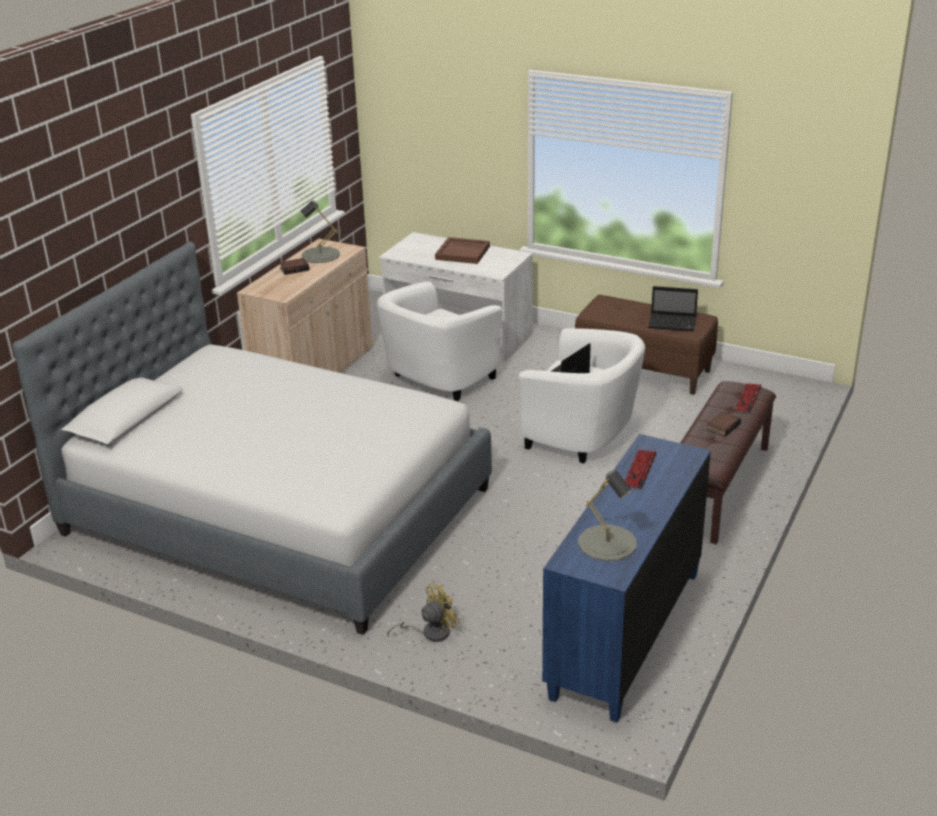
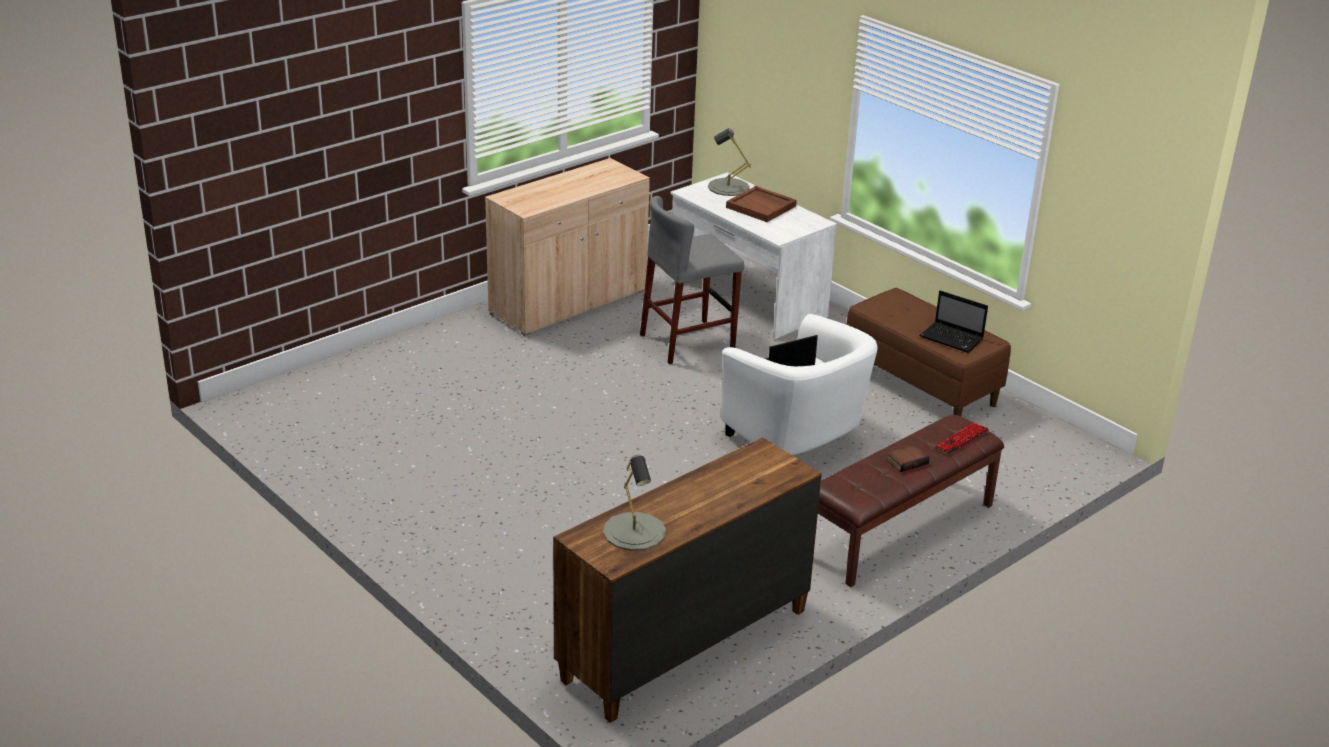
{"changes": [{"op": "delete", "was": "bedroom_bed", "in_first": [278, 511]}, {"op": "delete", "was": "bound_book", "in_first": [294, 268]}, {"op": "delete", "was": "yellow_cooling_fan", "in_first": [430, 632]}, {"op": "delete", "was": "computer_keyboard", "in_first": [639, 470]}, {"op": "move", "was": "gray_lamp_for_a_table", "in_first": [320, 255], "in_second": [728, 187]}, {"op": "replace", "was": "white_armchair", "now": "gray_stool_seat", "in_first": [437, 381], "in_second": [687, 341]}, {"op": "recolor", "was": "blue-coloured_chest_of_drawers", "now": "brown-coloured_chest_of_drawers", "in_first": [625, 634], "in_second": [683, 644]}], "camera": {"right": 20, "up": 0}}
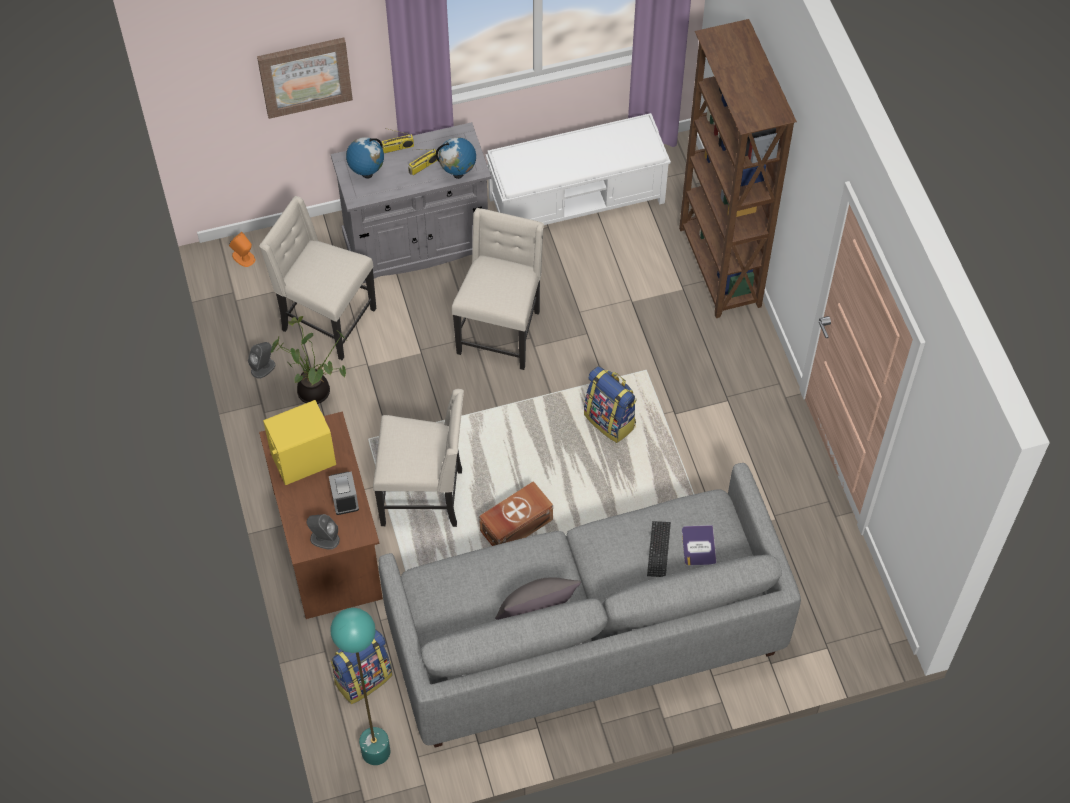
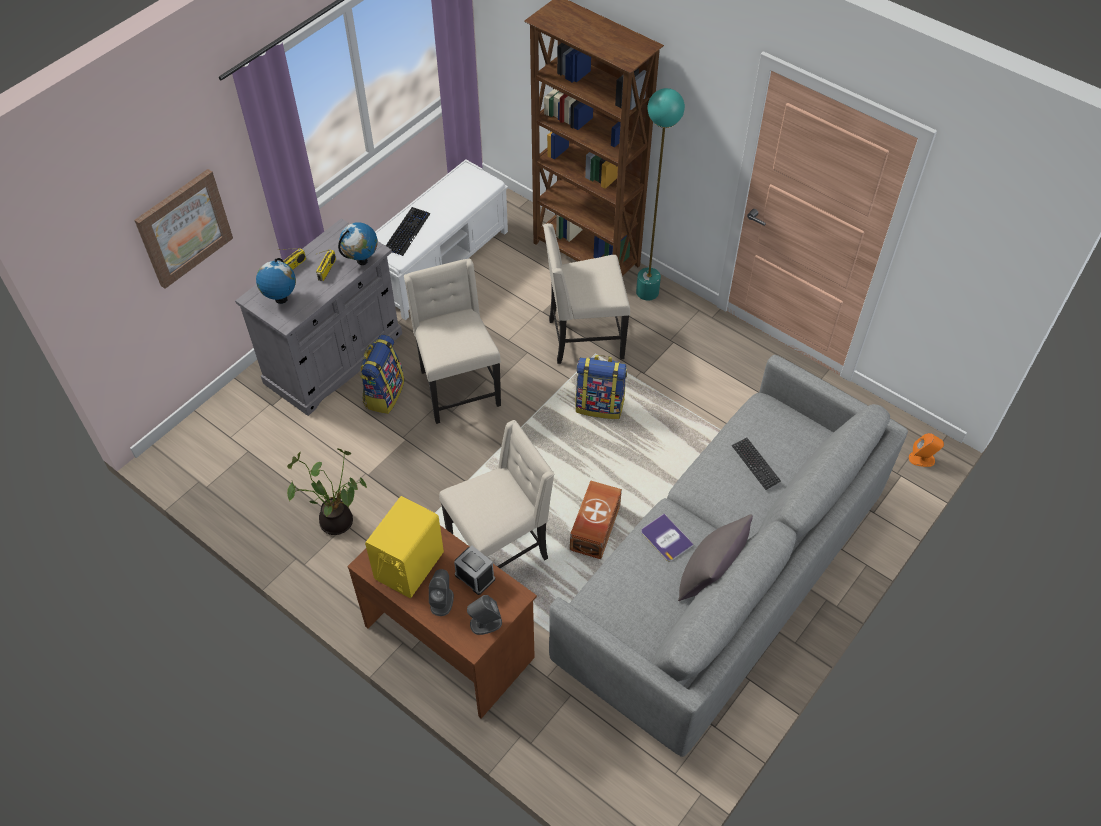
{"changes": [{"op": "insert", "now": "computer_keyboard", "in_second": [407, 232]}, {"op": "move", "was": "orange_loudspeaker", "in_first": [244, 257], "in_second": [922, 459]}, {"op": "move", "was": "gray_loudspeaker", "in_first": [263, 367], "in_second": [442, 601]}, {"op": "move", "was": "beige_upright_chair", "in_first": [326, 320], "in_second": [583, 338]}, {"op": "move", "was": "turquoise-coloured_standing_lamp", "in_first": [375, 752], "in_second": [647, 292]}, {"op": "move", "was": "knapsack", "in_first": [363, 678], "in_second": [384, 394]}, {"op": "move", "was": "bound_book", "in_first": [698, 546], "in_second": [666, 538]}], "camera": {"right": -35, "up": -5}}
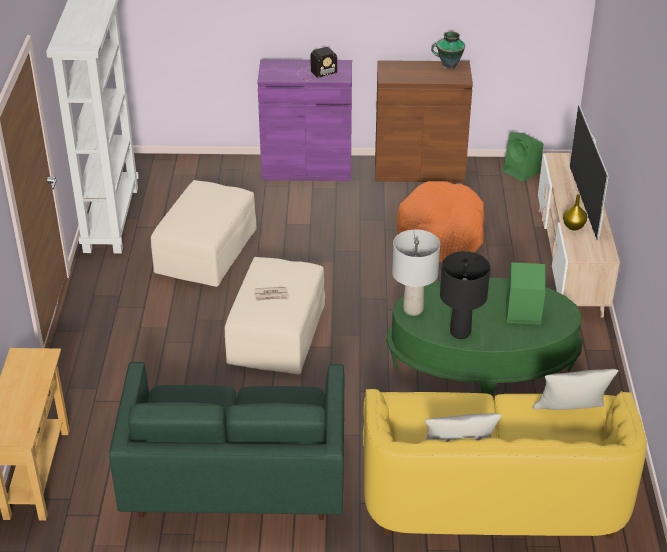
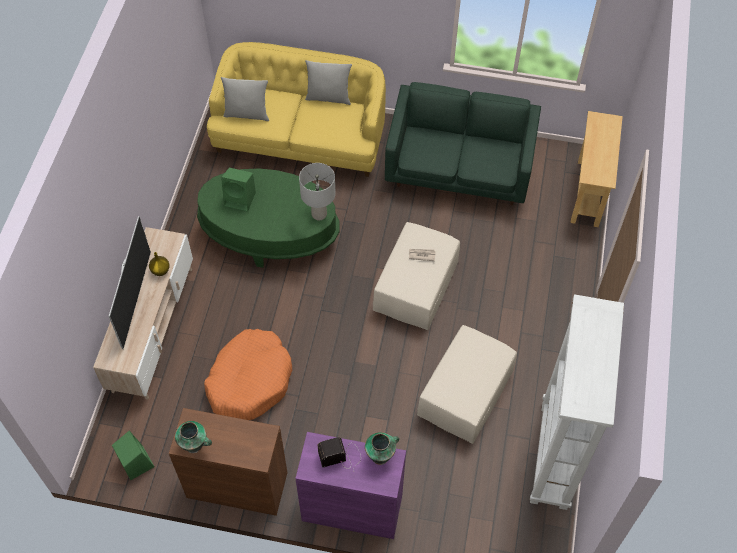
{"changes": [{"op": "delete", "was": "black_lamp_for_a_table", "in_first": [460, 332]}, {"op": "insert", "now": "flower_vase", "in_second": [381, 456]}], "camera": {"right": -170, "up": 20}}
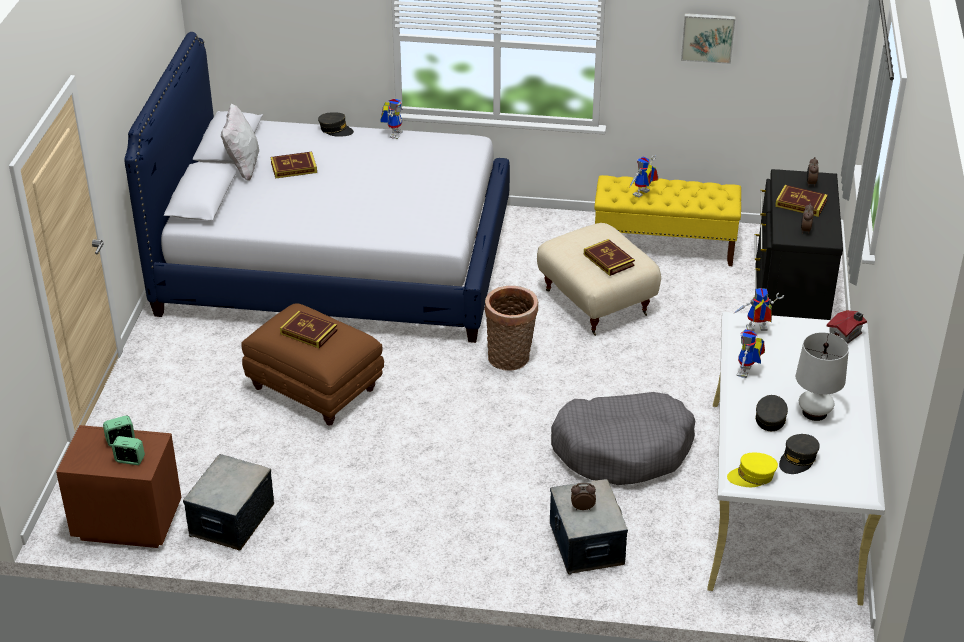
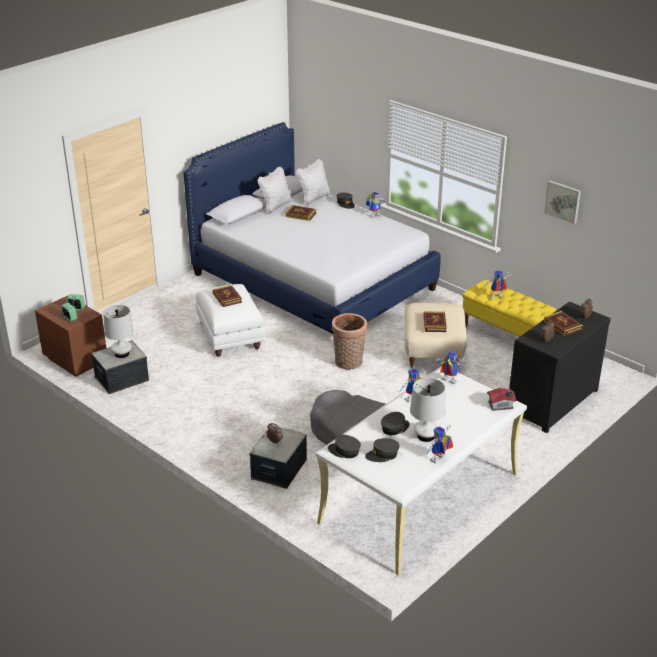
{"changes": [{"op": "insert", "now": "white_lamp_for_a_table", "in_second": [122, 354]}, {"op": "insert", "now": "white_cushion", "in_second": [313, 198]}, {"op": "insert", "now": "toy_robot", "in_second": [438, 460]}, {"op": "recolor", "was": "brown-coloured_pouffe", "now": "white_pouffe", "in_first": [316, 390], "in_second": [231, 337]}, {"op": "recolor", "was": "yellow_cap", "now": "gray_cap", "in_first": [752, 476], "in_second": [344, 451]}], "camera": {"right": 35, "up": -5}}
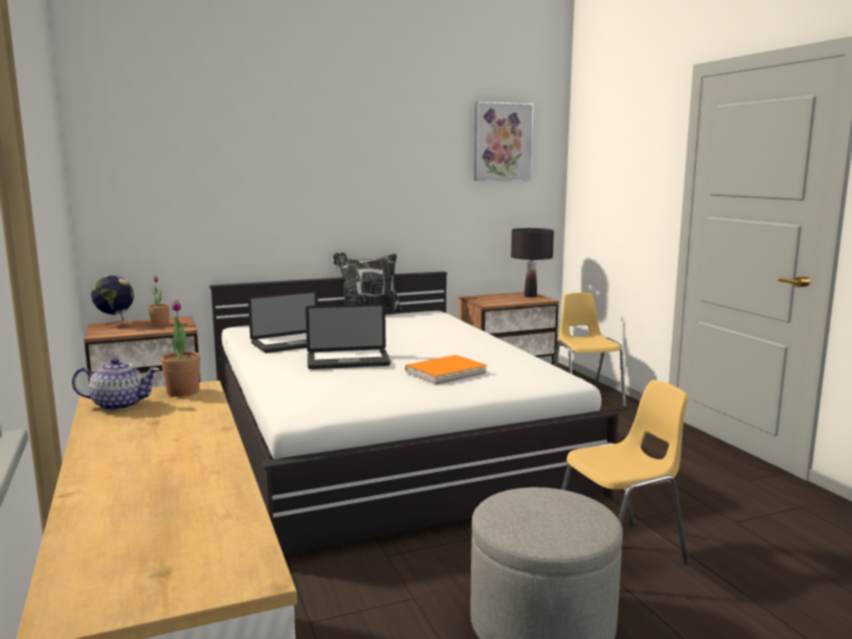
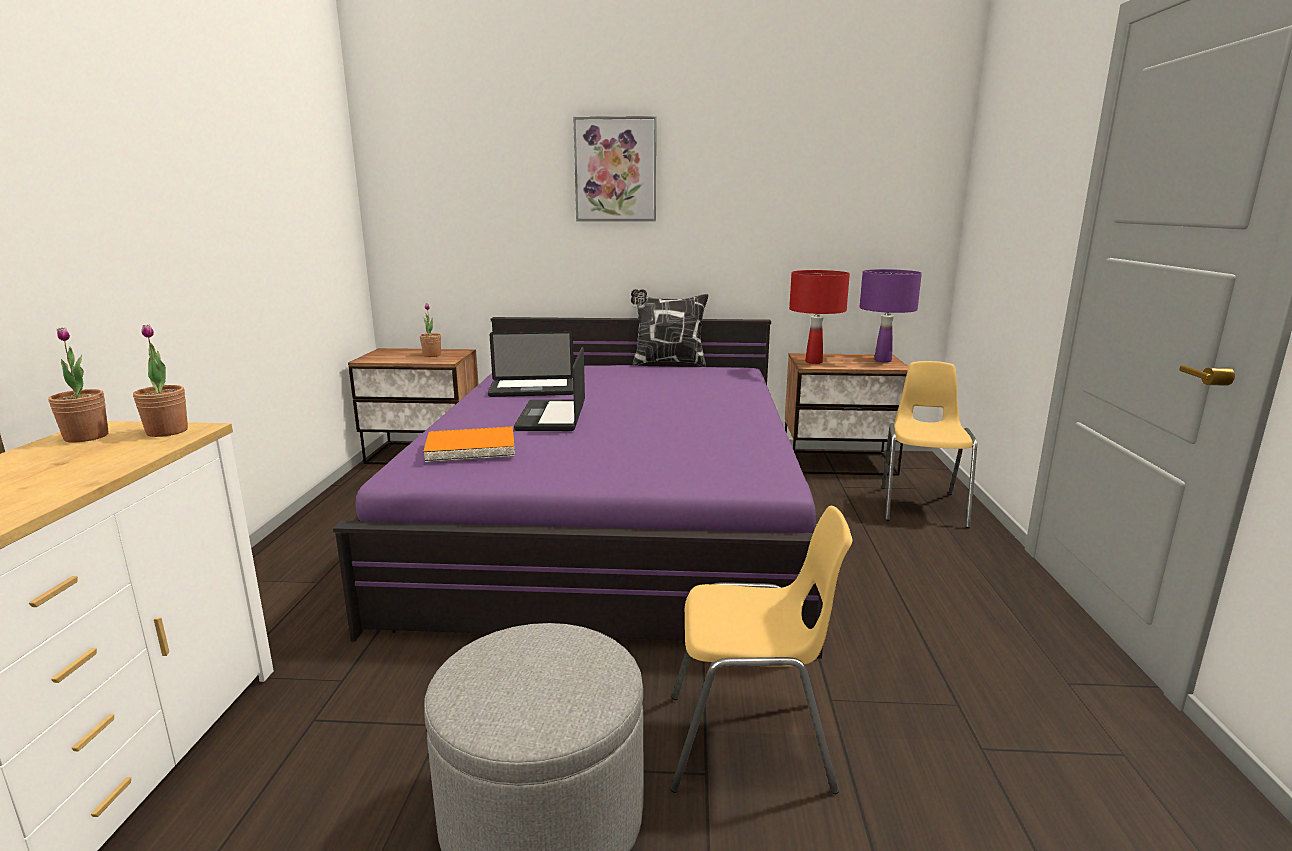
{"changes": [{"op": "delete", "was": "world_globe", "in_first": [115, 324]}, {"op": "insert", "now": "reddish_lamp_for_a_table", "in_second": [813, 362]}, {"op": "move", "was": "orange_bound_book", "in_first": [445, 373], "in_second": [471, 448]}, {"op": "move", "was": "wall_art", "in_first": [502, 142], "in_second": [615, 170]}, {"op": "replace", "was": "tea_pot", "now": "houseplant", "in_first": [119, 405], "in_second": [86, 437]}, {"op": "recolor", "was": "white_bedroom_bed", "now": "purplish_bedroom_bed", "in_first": [383, 443], "in_second": [614, 518]}, {"op": "recolor", "was": "black_lamp_for_a_table", "now": "purplish_lamp_for_a_table", "in_first": [530, 296], "in_second": [883, 360]}, {"op": "rotate", "was": "laptop", "in_first": [348, 361], "in_second": [552, 417], "clockwise": 75}], "camera": {"right": 25, "up": 5}}
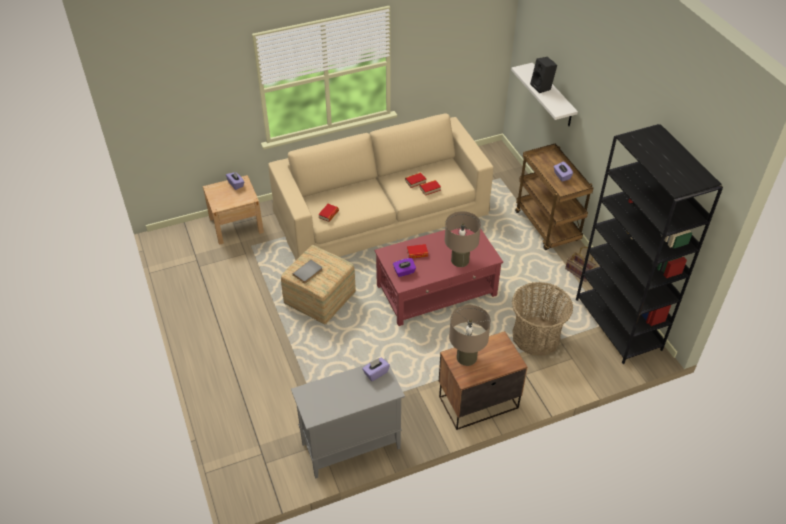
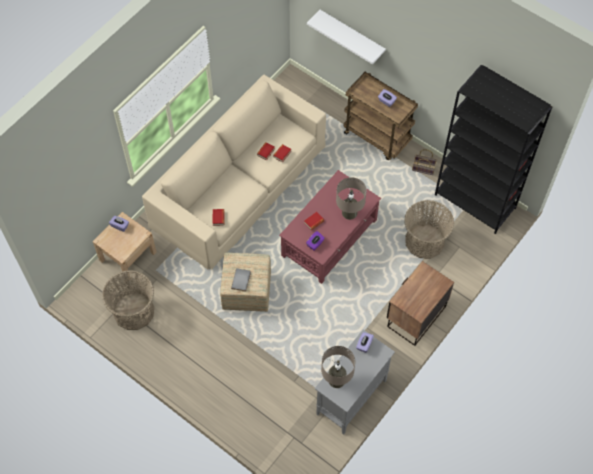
{"changes": [{"op": "delete", "was": "black_loudspeaker", "in_first": [542, 87]}, {"op": "insert", "now": "household_basket", "in_second": [133, 311]}, {"op": "move", "was": "beige_lamp_for_a_table", "in_first": [466, 357], "in_second": [336, 379]}], "camera": {"right": -30, "up": 15}}
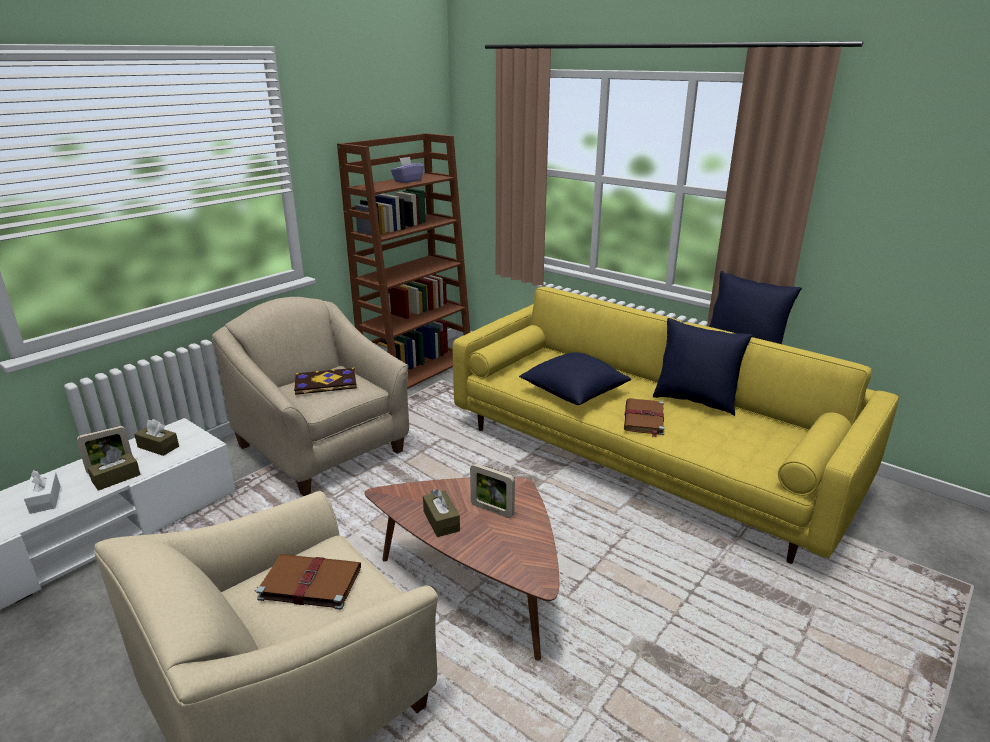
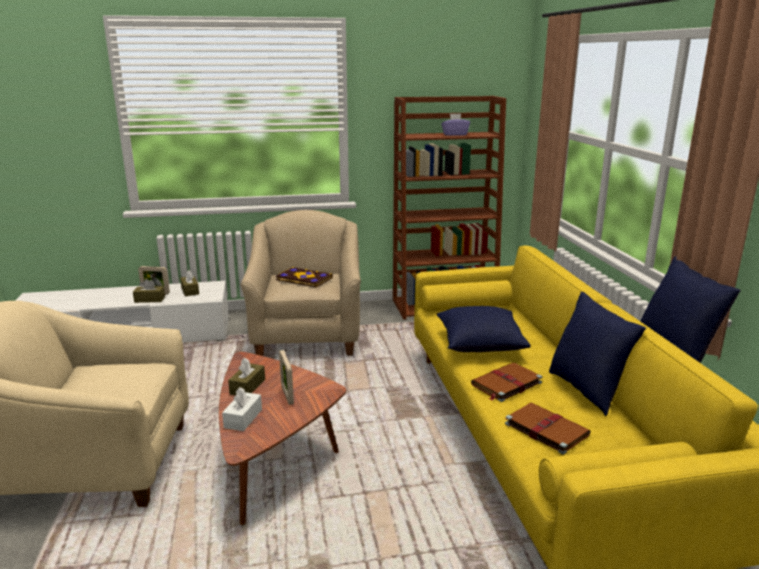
{"changes": [{"op": "move", "was": "white_tissue_box", "in_first": [45, 499], "in_second": [243, 418]}, {"op": "move", "was": "brown-coloured_bound_book", "in_first": [308, 583], "in_second": [545, 429]}], "camera": {"right": 40, "up": -5}}
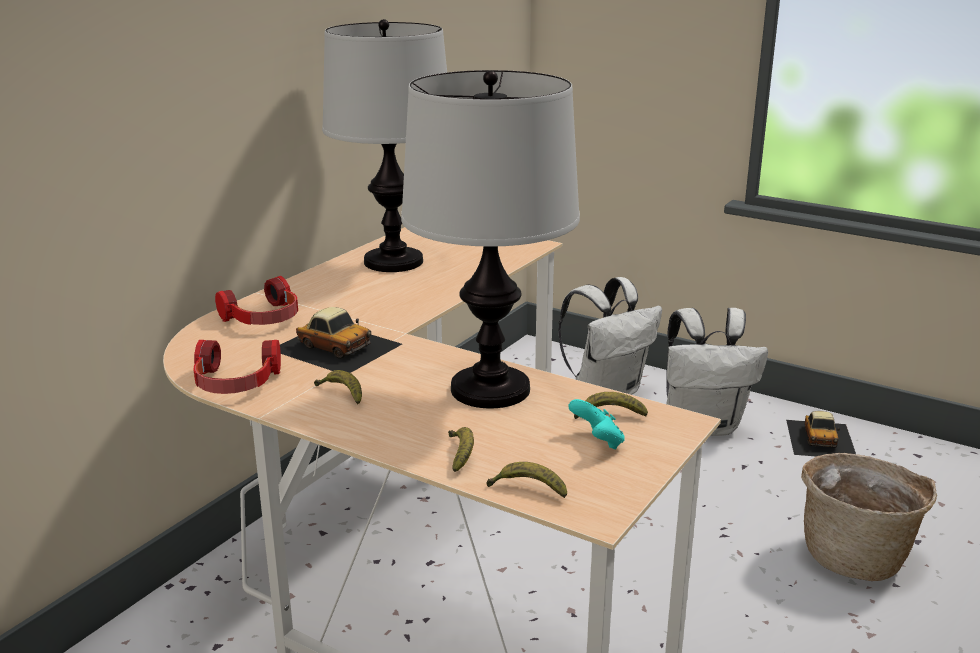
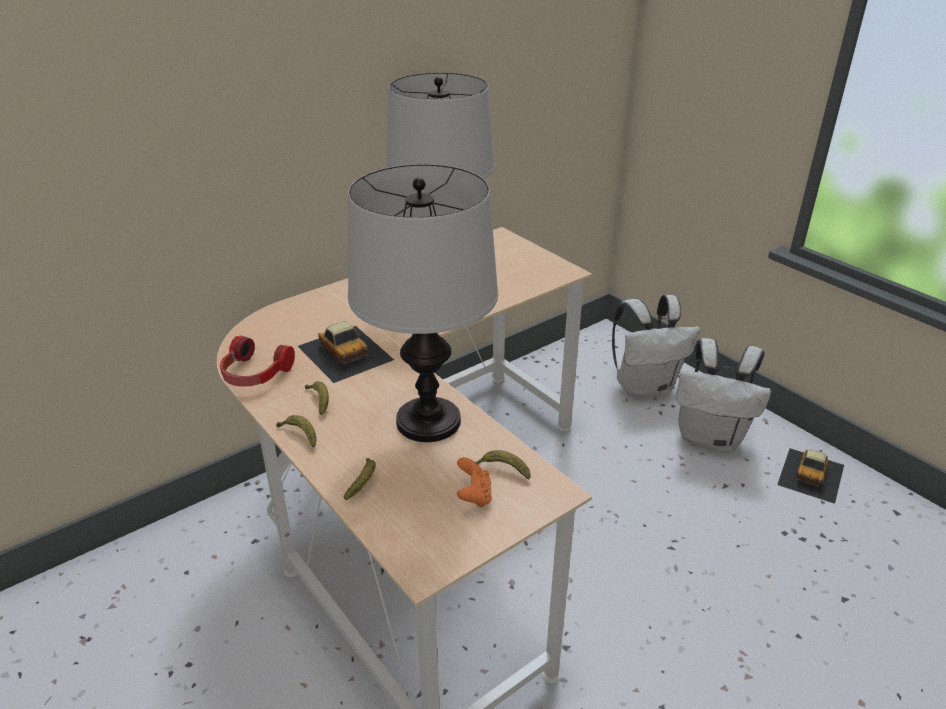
{"changes": [{"op": "delete", "was": "pair_of_headphones", "in_first": [264, 319]}, {"op": "delete", "was": "household_basket", "in_first": [855, 555]}, {"op": "move", "was": "banana_fruit", "in_first": [528, 489], "in_second": [300, 435]}, {"op": "recolor", "was": "turquoise-coloured_joypad", "now": "orange_joypad", "in_first": [597, 442], "in_second": [474, 496]}], "camera": {"right": 20, "up": 10}}
